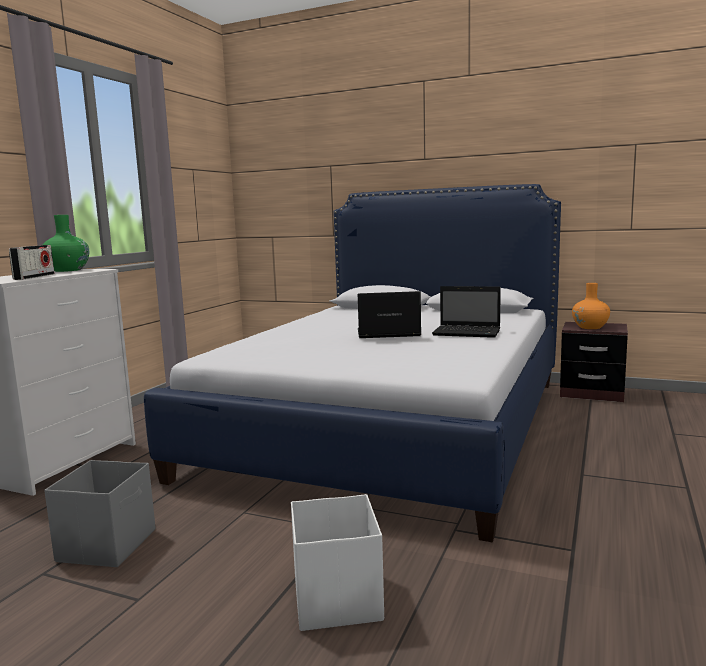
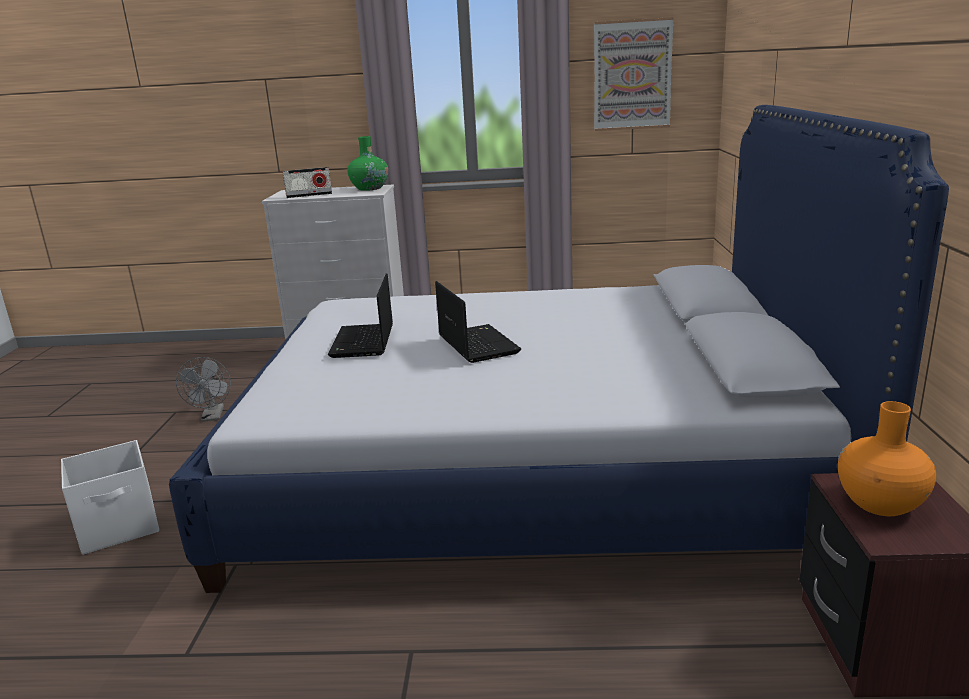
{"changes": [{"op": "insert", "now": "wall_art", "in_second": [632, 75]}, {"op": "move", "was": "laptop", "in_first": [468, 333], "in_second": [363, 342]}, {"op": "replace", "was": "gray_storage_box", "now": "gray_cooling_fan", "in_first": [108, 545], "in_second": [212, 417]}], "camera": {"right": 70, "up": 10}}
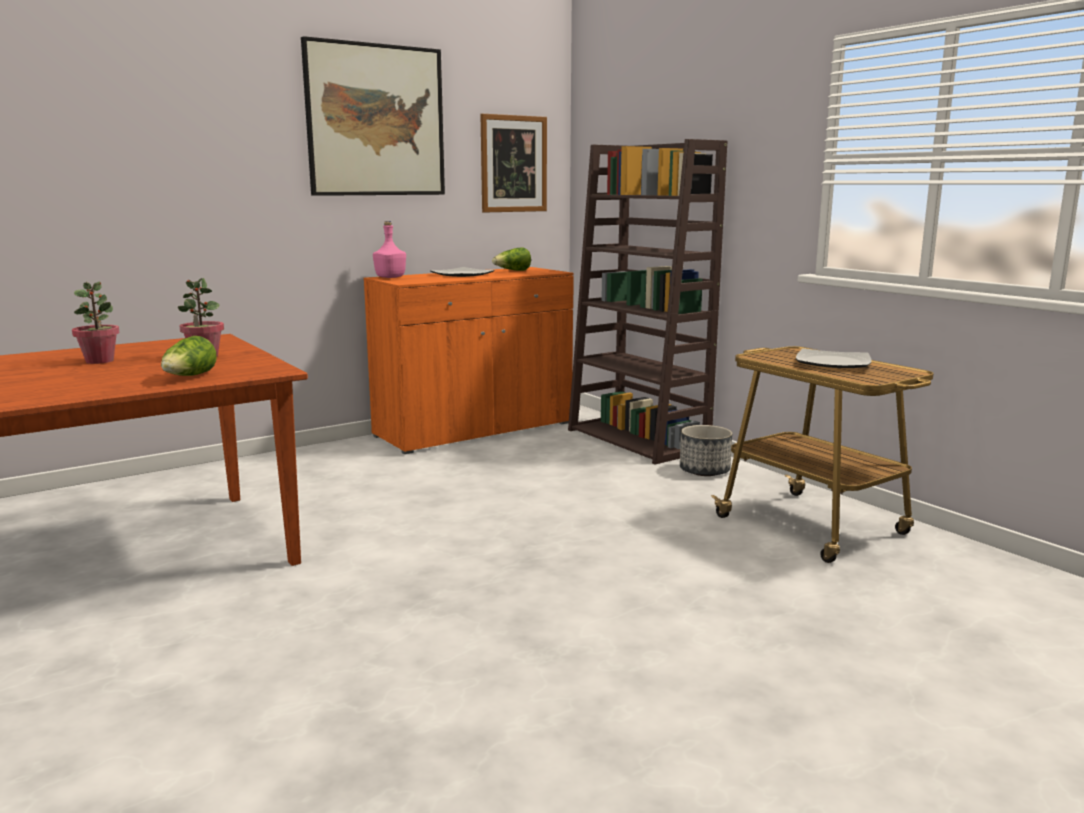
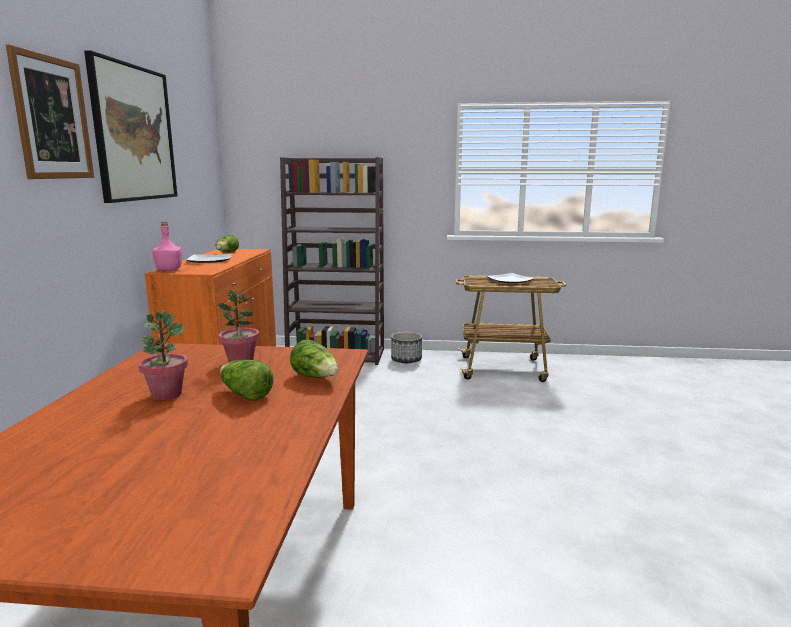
{"changes": [{"op": "insert", "now": "lettuce", "in_second": [245, 394]}, {"op": "move", "was": "wall_art", "in_first": [513, 164], "in_second": [52, 118]}], "camera": {"right": -50, "up": 0}}
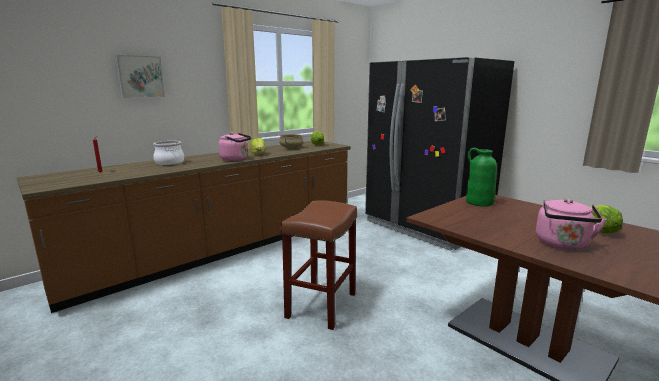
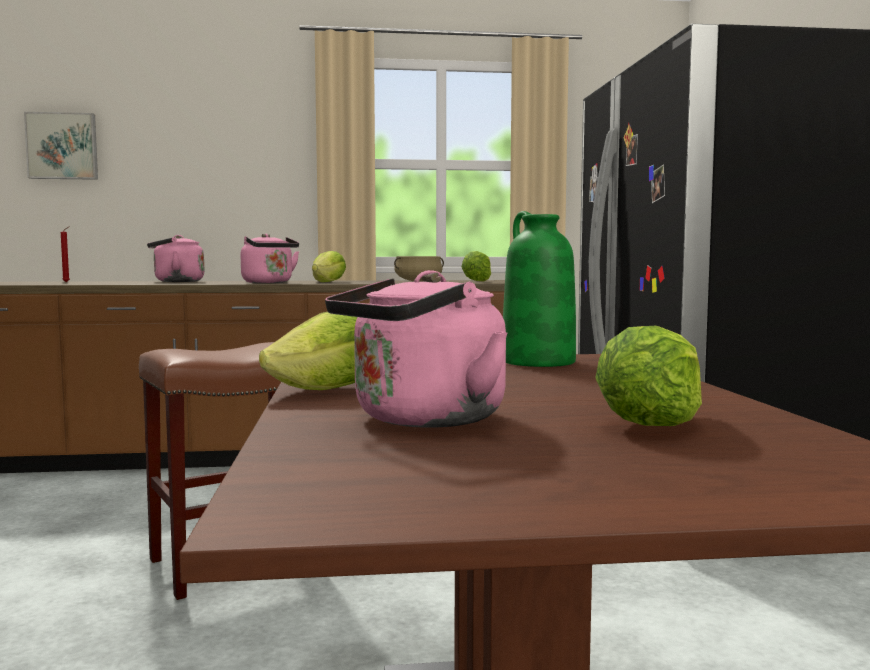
{"changes": [{"op": "insert", "now": "lettuce", "in_second": [327, 391]}, {"op": "move", "was": "wall_art", "in_first": [140, 77], "in_second": [63, 146]}, {"op": "replace", "was": "stockpot", "now": "pinkish_kettle", "in_first": [169, 162], "in_second": [175, 281]}], "camera": {"right": 35, "up": -10}}
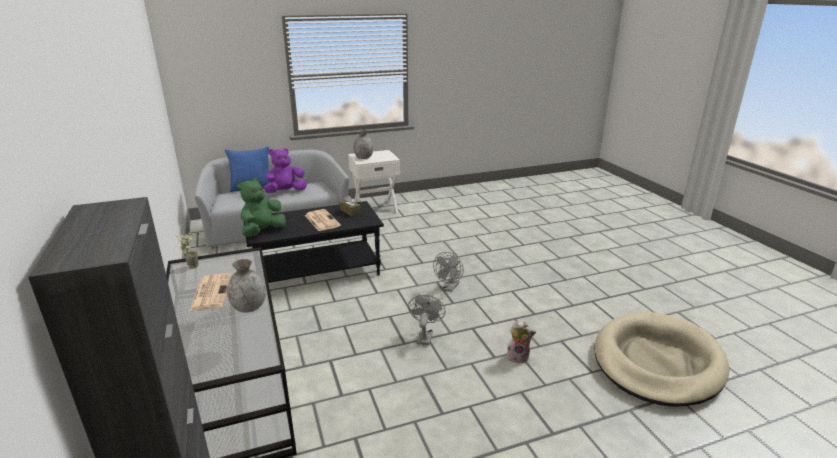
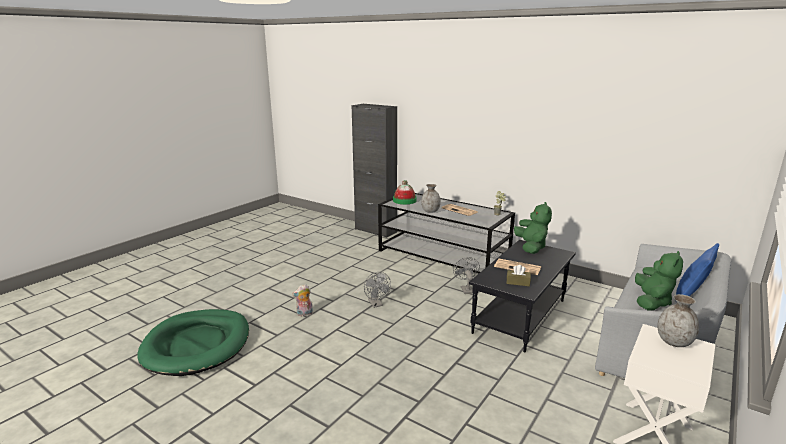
{"changes": [{"op": "insert", "now": "hat", "in_second": [404, 200]}, {"op": "move", "was": "gray_cooling_fan", "in_first": [449, 288], "in_second": [465, 289]}, {"op": "recolor", "was": "purplish_cuddly_toy", "now": "greenish_cuddly_toy", "in_first": [285, 192], "in_second": [651, 302]}, {"op": "recolor", "was": "beige_dog_bed", "now": "greenish_dog_bed", "in_first": [657, 362], "in_second": [197, 345]}], "camera": {"right": 145, "up": -5}}
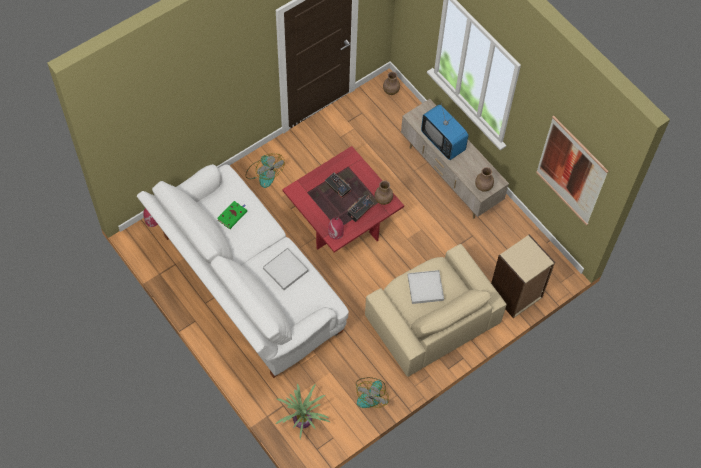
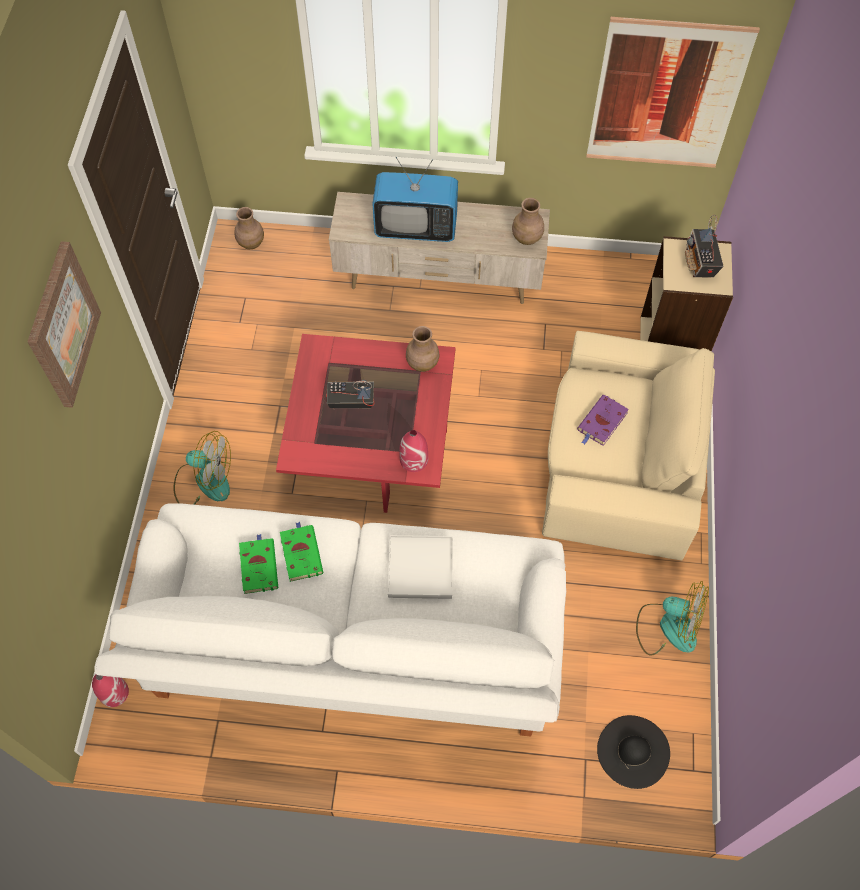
{"changes": [{"op": "insert", "now": "wall_art", "in_second": [62, 325]}, {"op": "insert", "now": "greenish_bound_book", "in_second": [301, 553]}, {"op": "move", "was": "radio", "in_first": [359, 213], "in_second": [700, 263]}, {"op": "replace", "was": "houseplant", "now": "black_hat", "in_first": [303, 420], "in_second": [633, 751]}, {"op": "replace", "was": "white_carrying_tray", "now": "purplish_bound_book", "in_first": [425, 288], "in_second": [601, 423]}, {"op": "rotate", "was": "cooling_fan", "in_first": [371, 394], "in_second": [668, 627], "clockwise": -45}], "camera": {"right": -45, "up": 0}}
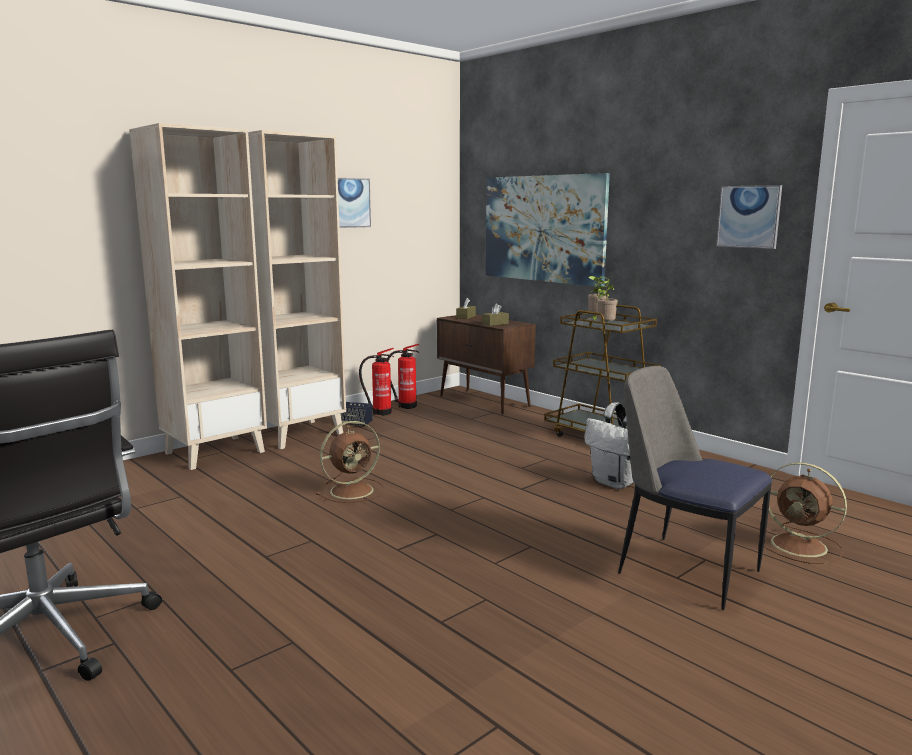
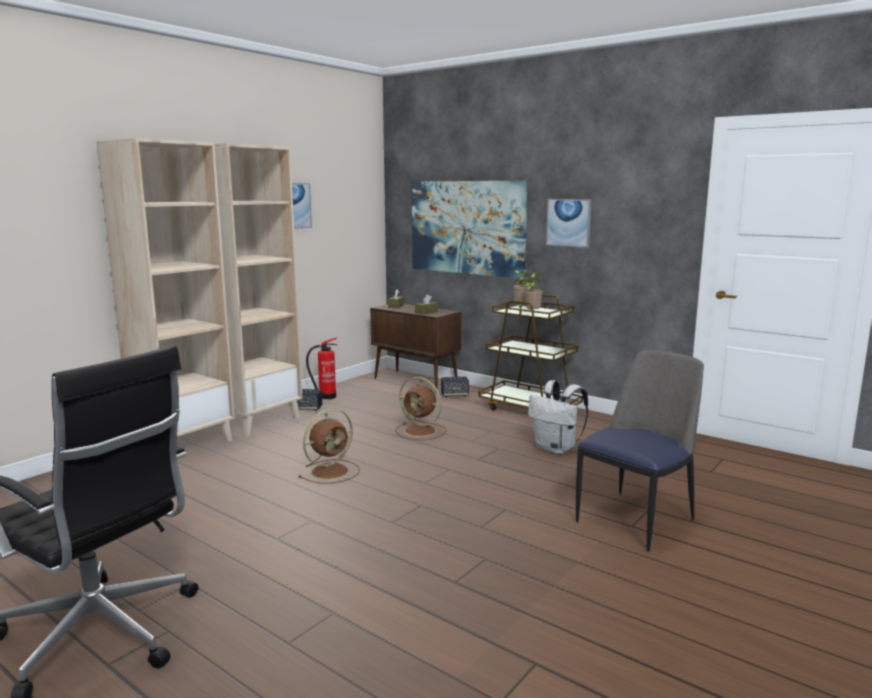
{"changes": [{"op": "delete", "was": "fire_extinguisher", "in_first": [405, 406]}, {"op": "insert", "now": "loudspeaker", "in_second": [454, 395]}, {"op": "move", "was": "wall_art", "in_first": [749, 216], "in_second": [568, 222]}, {"op": "move", "was": "brown-coloured_cooling_fan", "in_first": [801, 546], "in_second": [421, 431]}, {"op": "rotate", "was": "upright_chair", "in_first": [685, 570], "in_second": [636, 519], "clockwise": 105}], "camera": {"right": -10, "up": 0}}
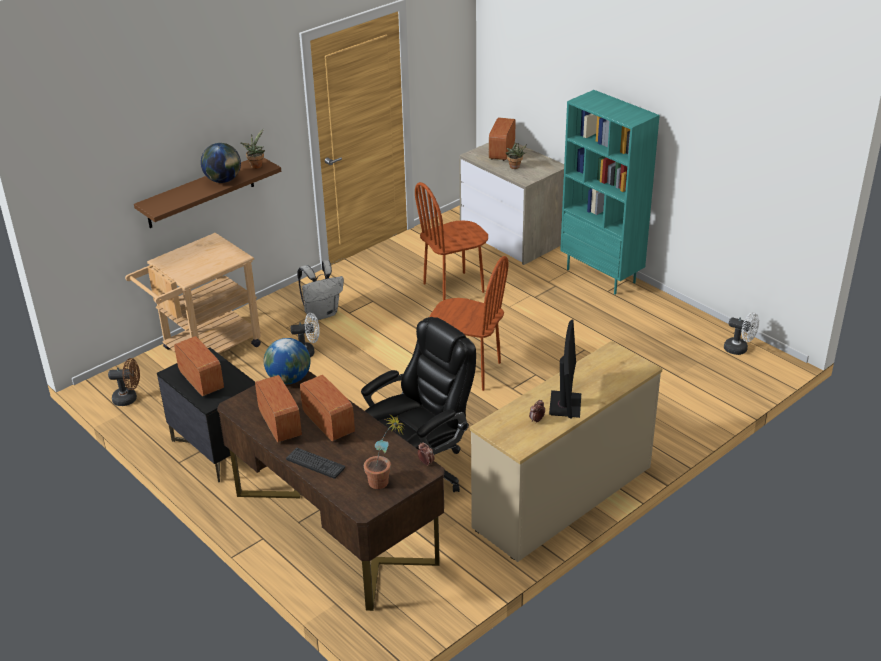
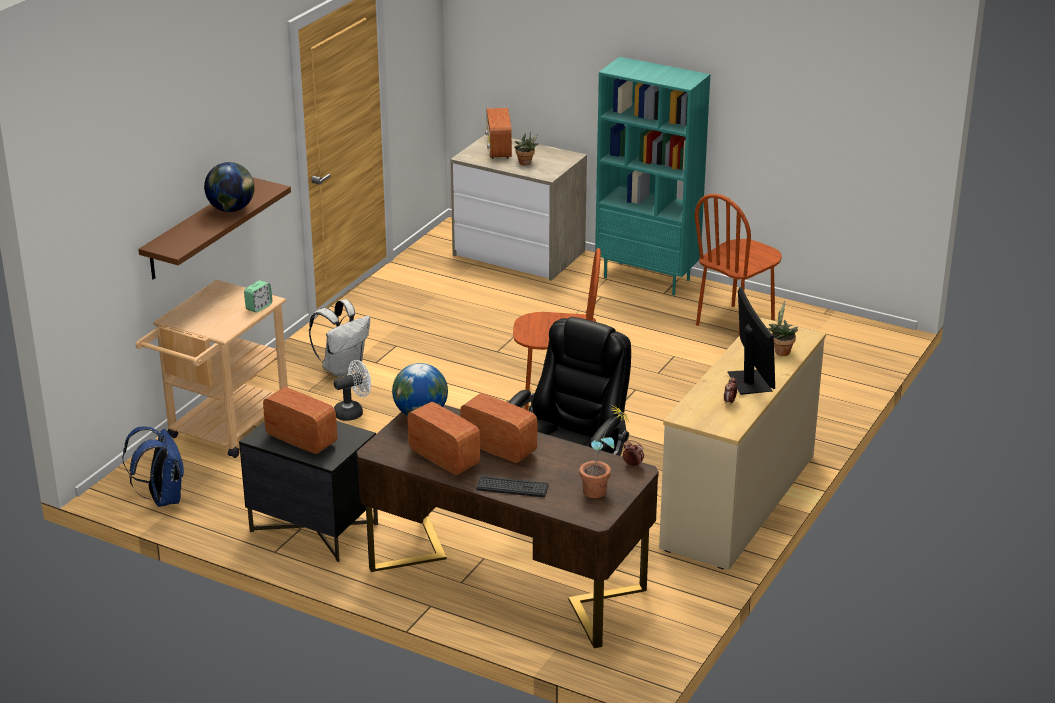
{"changes": [{"op": "delete", "was": "white_cooling_fan", "in_first": [739, 349]}, {"op": "insert", "now": "bedside_clock", "in_second": [259, 307]}, {"op": "move", "was": "houseplant", "in_first": [256, 165], "in_second": [781, 351]}, {"op": "move", "was": "brown-coloured_upright_chair", "in_first": [453, 288], "in_second": [735, 324]}, {"op": "replace", "was": "brown-coloured_cooling_fan", "now": "blue-coloured_knapsack", "in_first": [129, 399], "in_second": [162, 498]}], "camera": {"right": -20, "up": -5}}
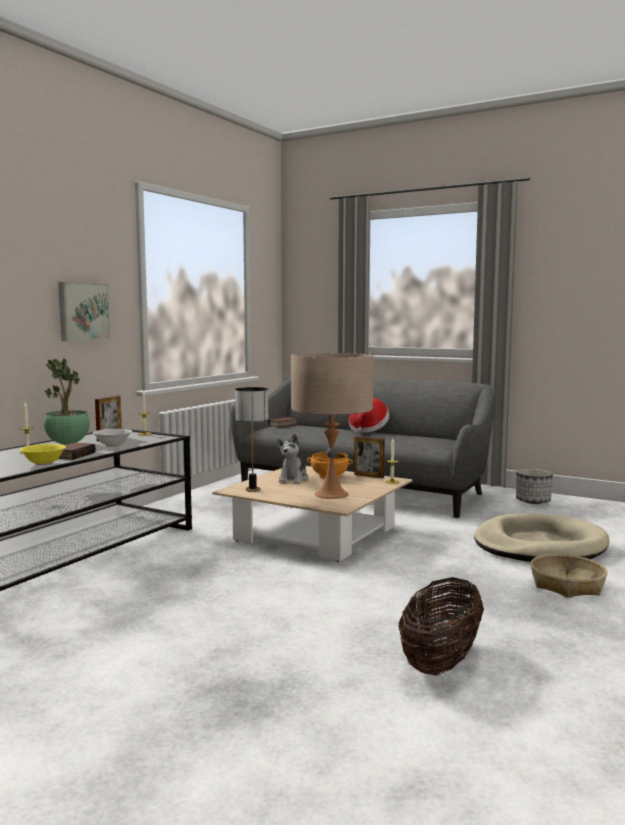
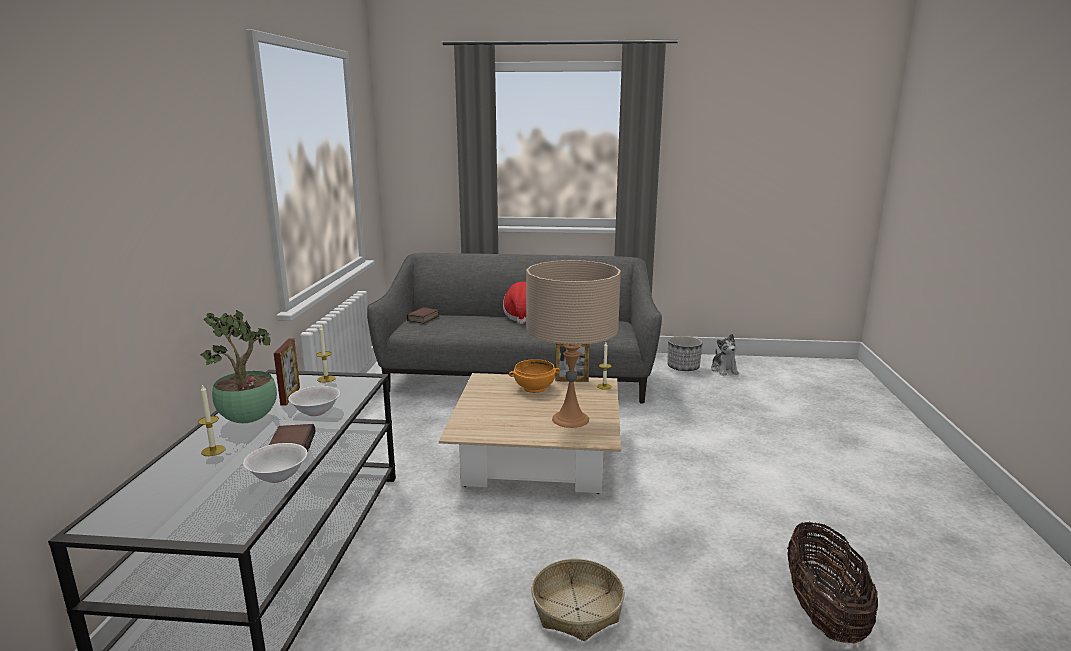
{"changes": [{"op": "delete", "was": "wall_art", "in_first": [82, 311]}, {"op": "delete", "was": "lamp_for_a_table", "in_first": [252, 489]}, {"op": "delete", "was": "beige_dog_bed", "in_first": [539, 545]}, {"op": "move", "was": "cuddly_toy", "in_first": [293, 479], "in_second": [724, 370]}, {"op": "move", "was": "household_basket", "in_first": [567, 585], "in_second": [577, 609]}, {"op": "recolor", "was": "yellow_bowl", "now": "white_bowl", "in_first": [43, 463], "in_second": [278, 477]}], "camera": {"right": -25, "up": 10}}
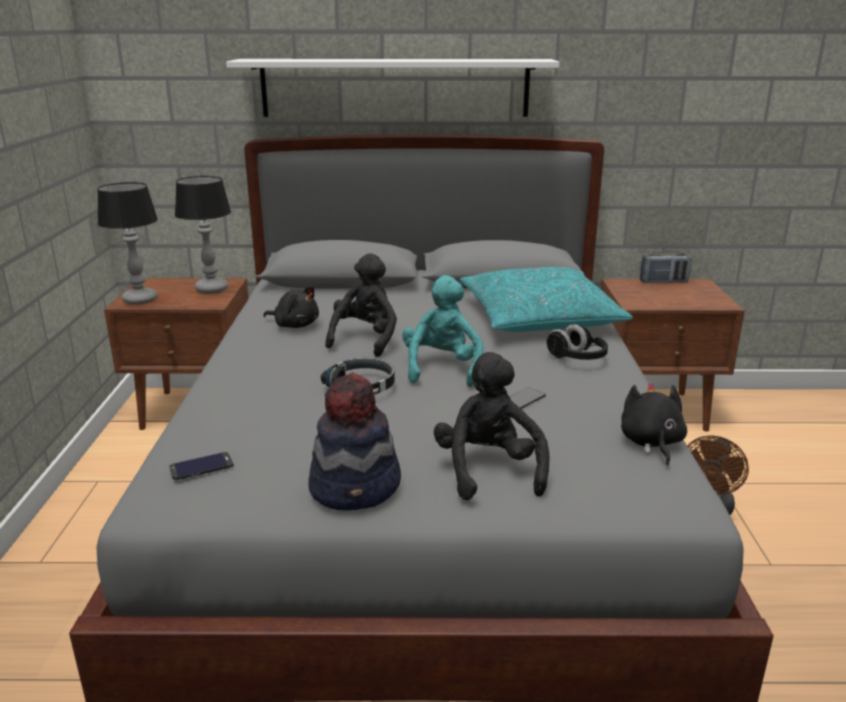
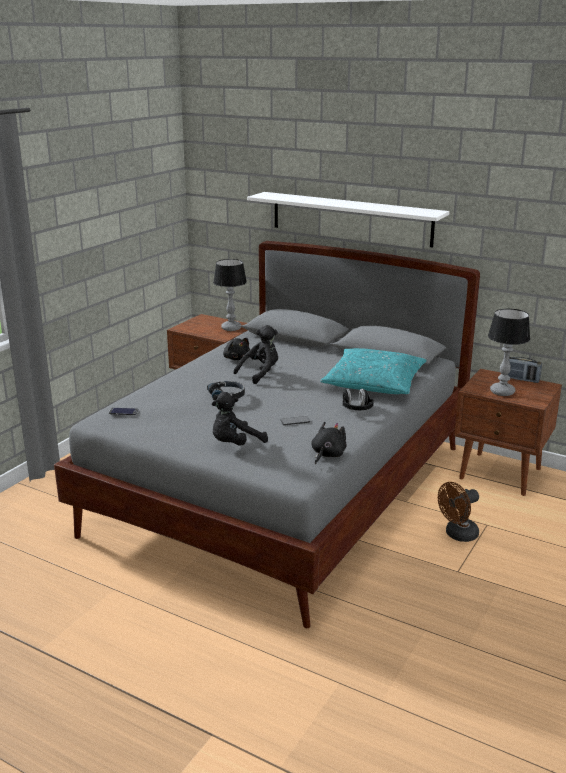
{"changes": [{"op": "delete", "was": "hat", "in_first": [356, 487]}, {"op": "delete", "was": "turquoise-coloured_cuddly_toy", "in_first": [442, 368]}, {"op": "move", "was": "lamp_for_a_table", "in_first": [141, 300], "in_second": [502, 392]}, {"op": "rotate", "was": "black_cuddly_toy", "in_first": [488, 470], "in_second": [235, 444], "clockwise": -150}], "camera": {"right": 30, "up": 0}}
